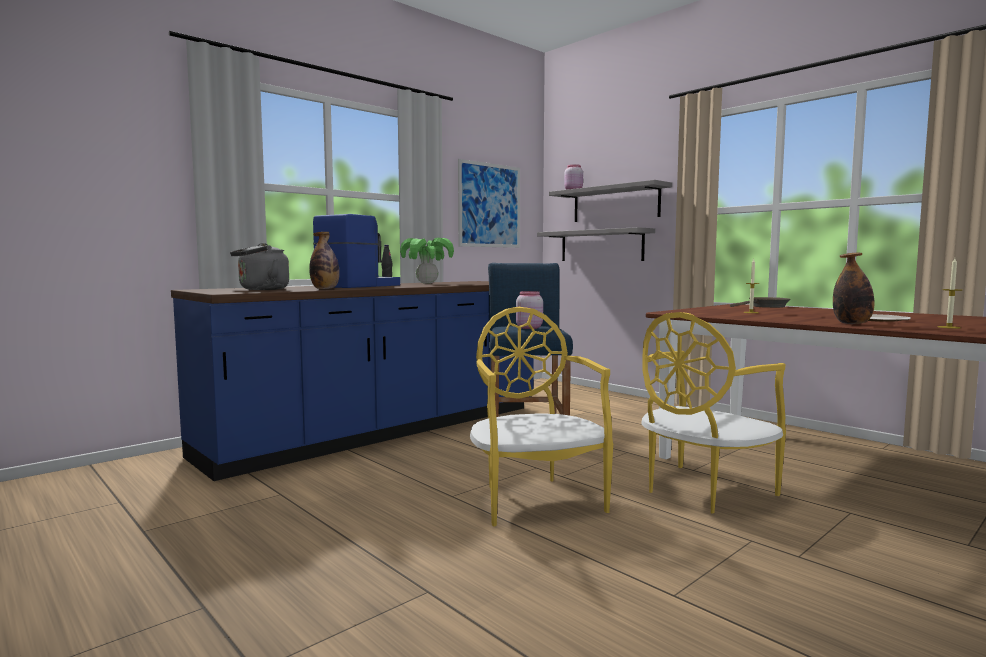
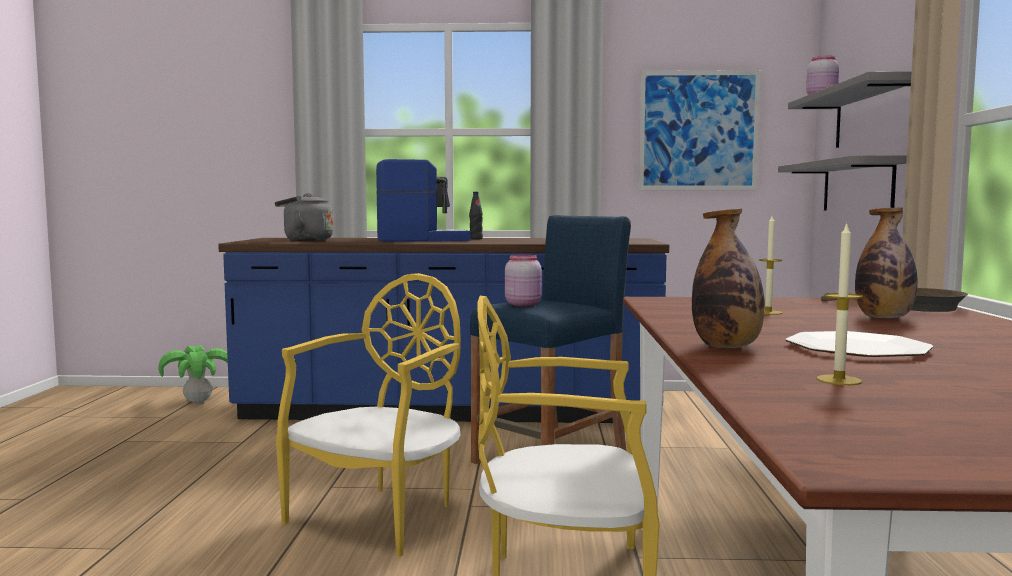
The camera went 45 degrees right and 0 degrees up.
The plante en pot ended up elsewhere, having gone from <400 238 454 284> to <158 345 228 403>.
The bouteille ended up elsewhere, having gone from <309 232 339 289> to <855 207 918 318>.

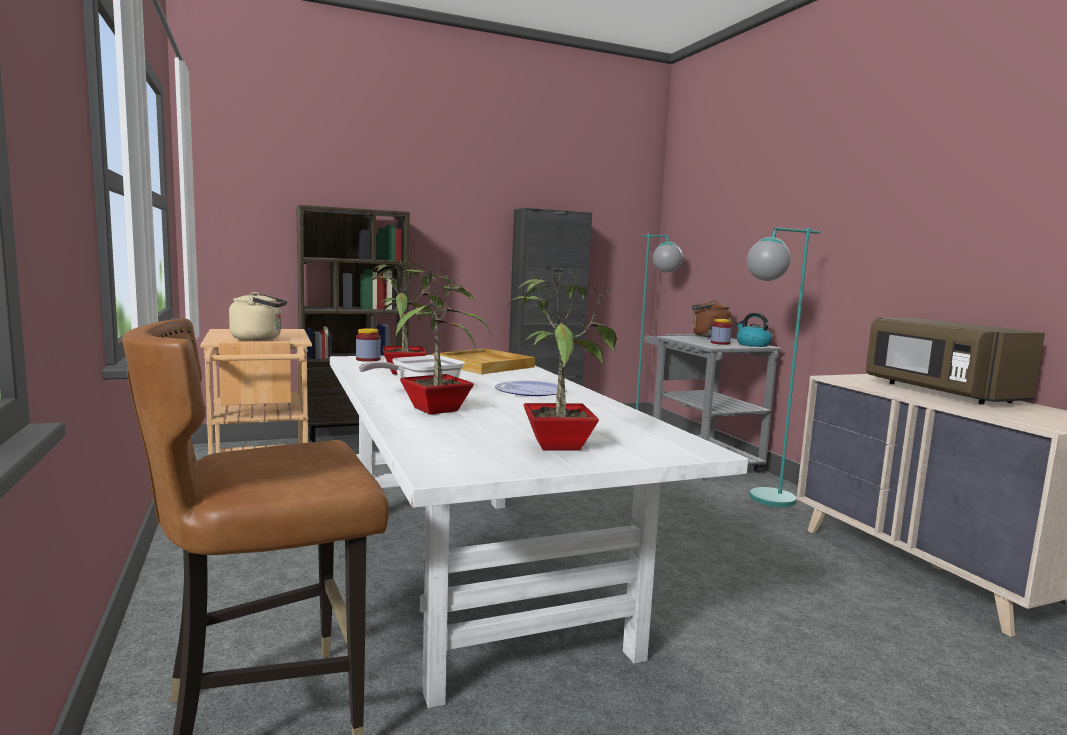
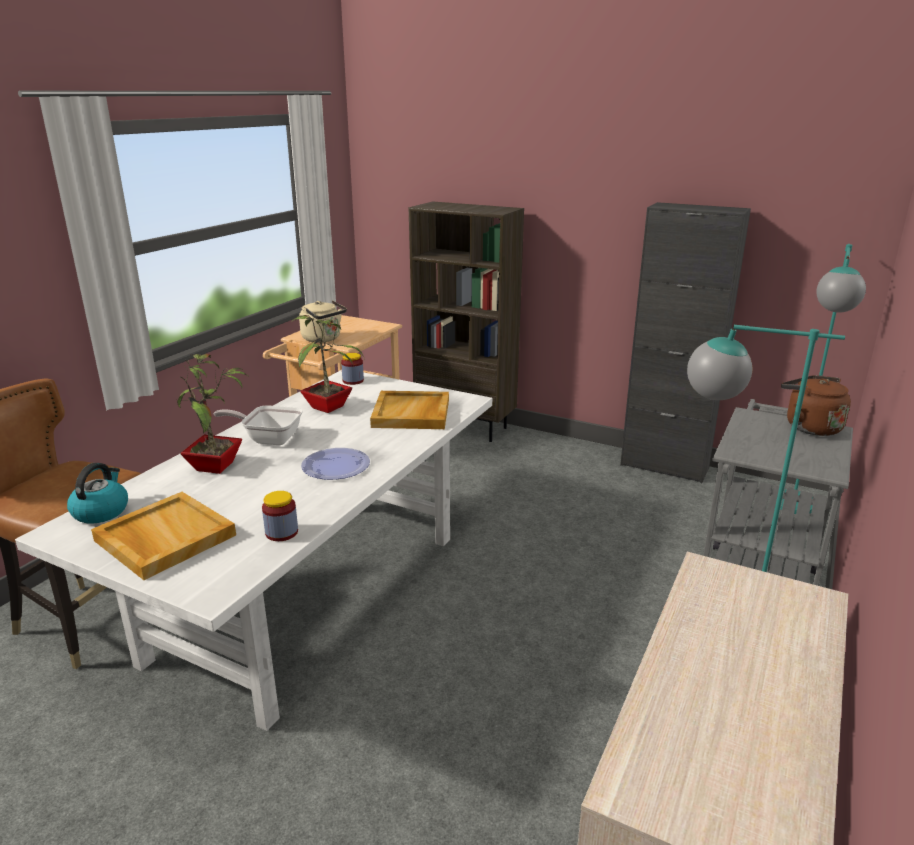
The camera went 50 degrees right and 15 degrees up.
The bouilloire ended up elsewhere, having gone from <736 313 772 347> to <67 463 128 524>.
Where the plante en pot stood at <507 271 617 451>, the plateau/beige came to stand at <91 492 236 580>.
The bocal ended up elsewhere, having gone from <711 319 732 345> to <262 491 298 541>.
The second view lost the micro-ondes/marron at <866 318 1045 405>.

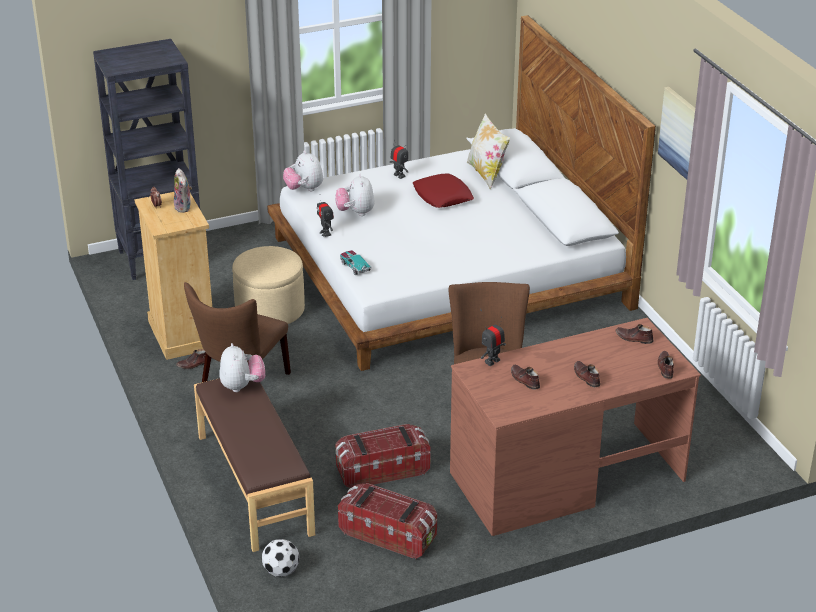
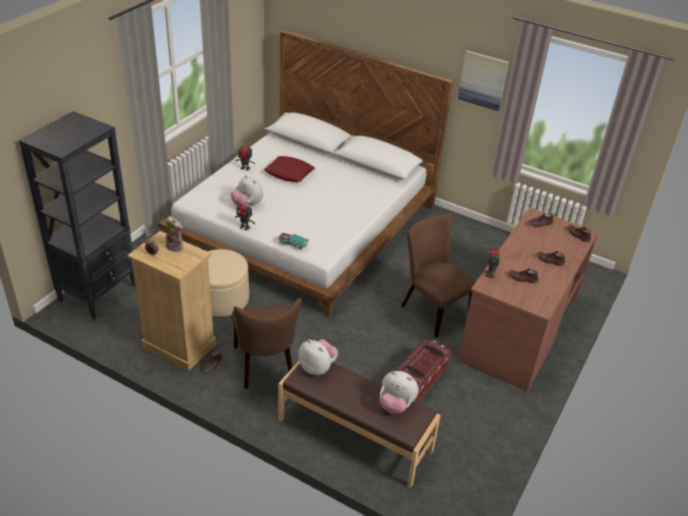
The camera went 40 degrees left and 5 degrees up.
The peluche ended up elsewhere, having gone from <283 151 323 191> to <379 371 418 414>.
The second view lost the ballon de foot at <262 539 299 577>.
The second view lost the boîte de rangement at <338 483 437 559>.
The second view lost the coussin at <467 113 510 189>.

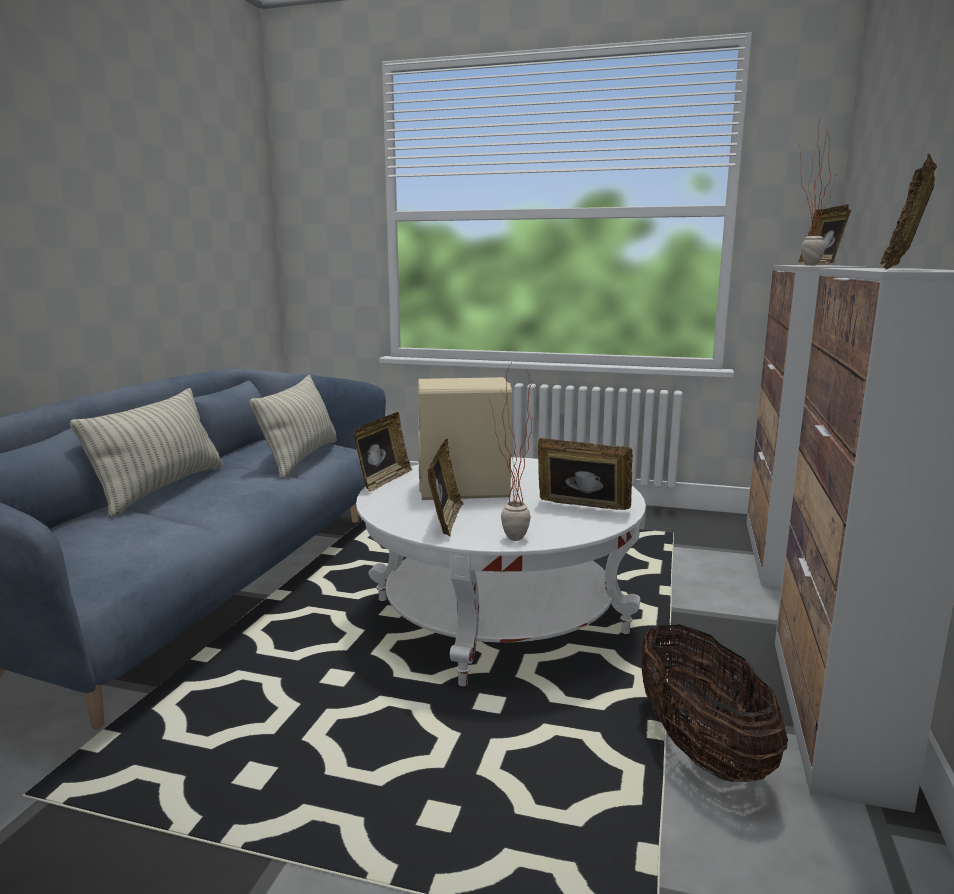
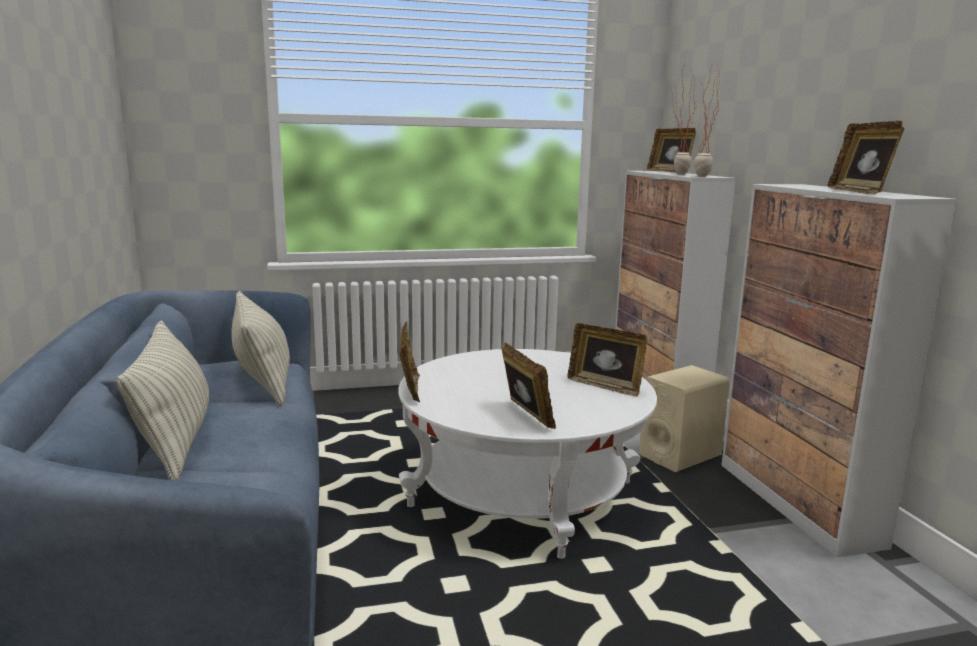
The camera went 30 degrees left and 0 degrees up.
The cadre photo at <538 438 633 510> ended up facing another way, 135 degrees counterclockwise from before.
The enceinte/beige ended up elsewhere, having gone from <418 377 512 500> to <639 365 730 472>.
The plante en pot ended up elsewhere, having gone from <487 360 533 541> to <694 58 719 177>.
The second view lost the panier at <641 624 788 782>.

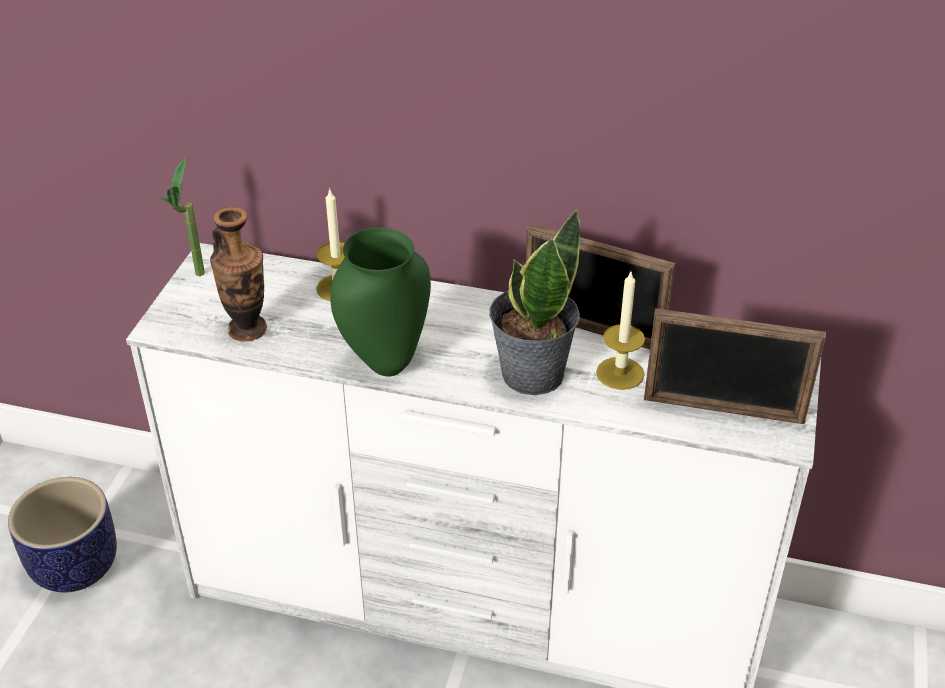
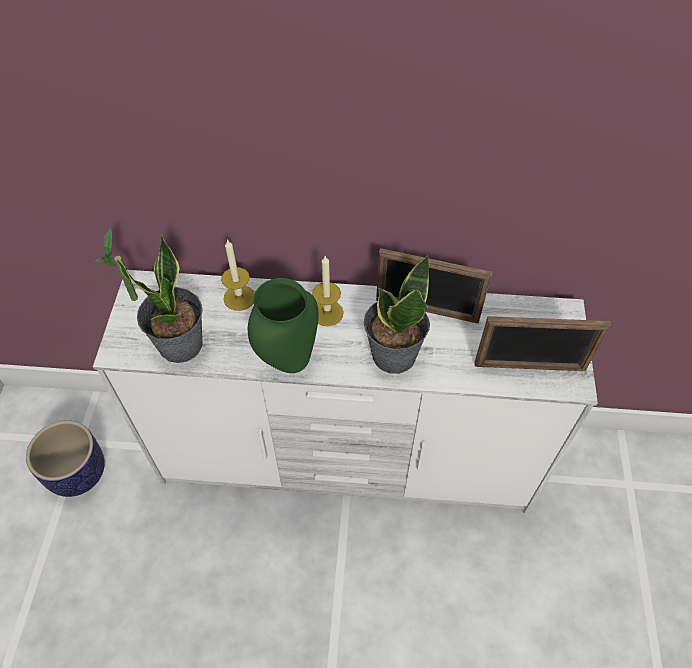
The camera went 10 degrees left and 15 degrees up.
Where the vase stood at <210 207 267 341>, the plante en pot came to stand at <117 234 203 363>.
The bougie ended up elsewhere, having gone from <596 272 645 390> to <312 256 344 326>.

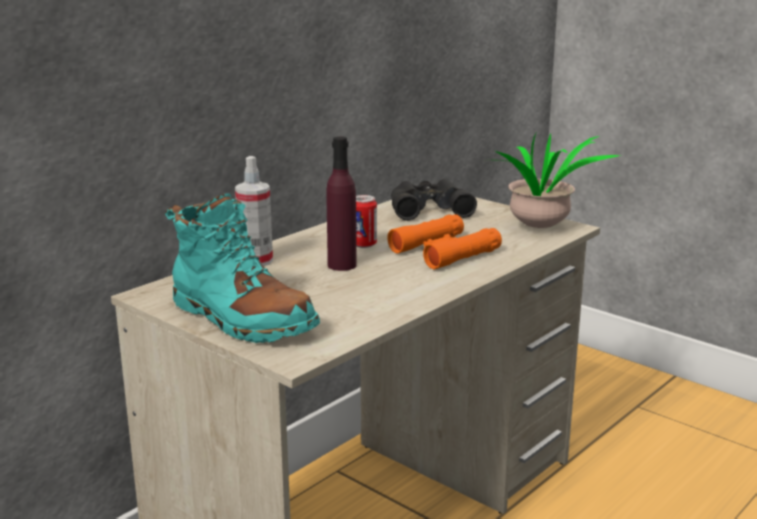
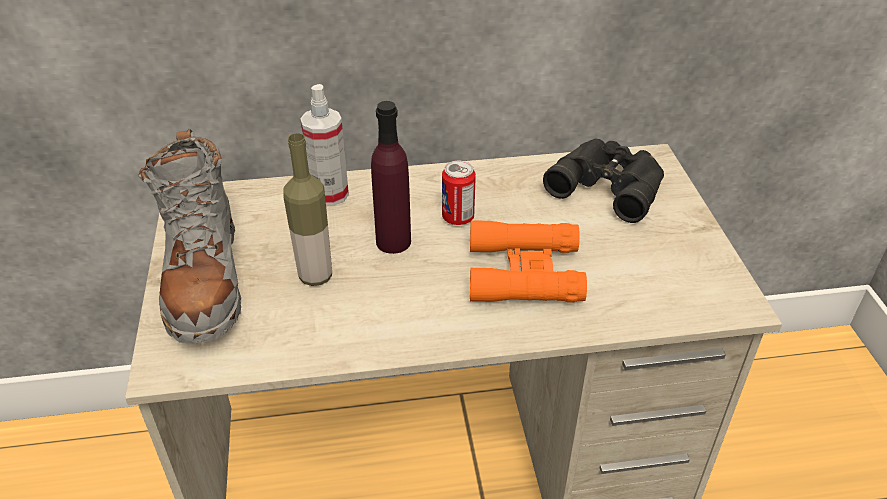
The camera went 40 degrees right and 20 degrees up.
What was the botte/turquoise at <165 193 320 343> turned into the botte/gris at <138 128 241 344>.
The second view gained the bouteille at <283 133 332 286>.
The second view lost the plante en pot at <495 134 620 228>.

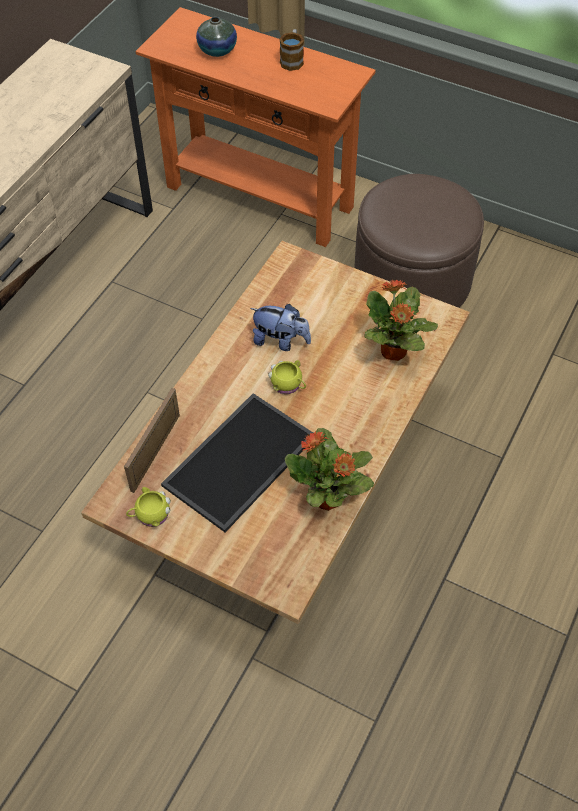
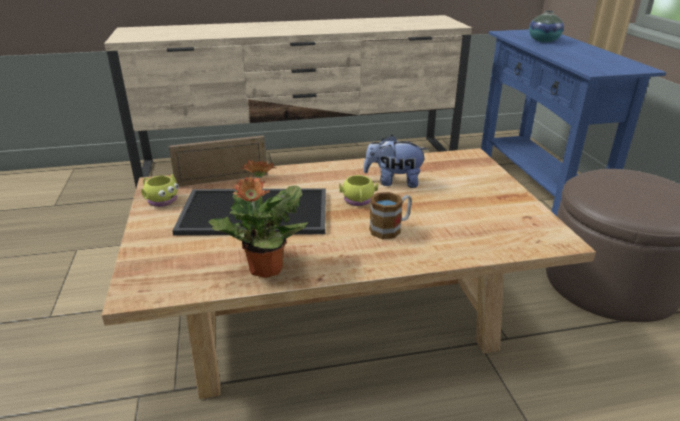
The camera went 50 degrees right and 25 degrees down.
The peluche at <250 304 311 351> ended up facing another way, 120 degrees clockwise from before.
The mug ended up elsewhere, having gone from <279 29 304 71> to <369 192 412 239>.
What was the table console/orange at <135 7 376 247> turned into the table console/bleu at <481 29 666 216>.
The second view lost the plante en pot at <365 280 438 361>.

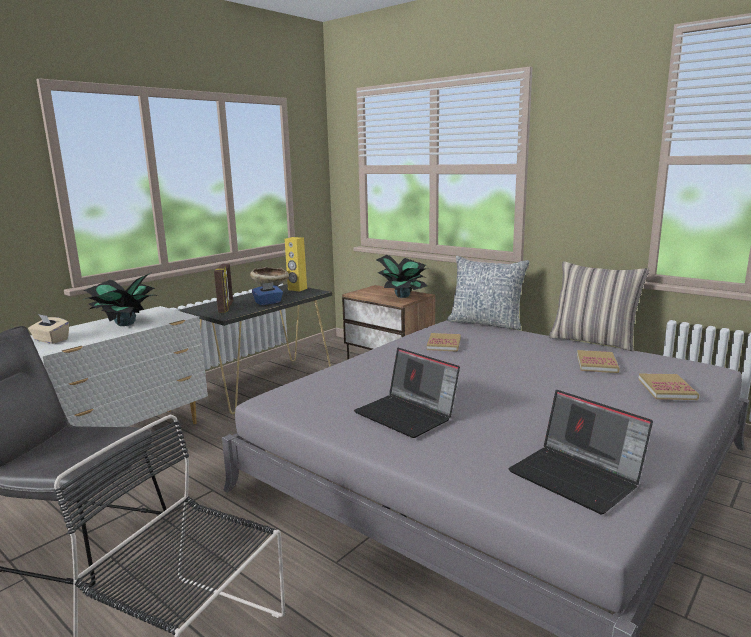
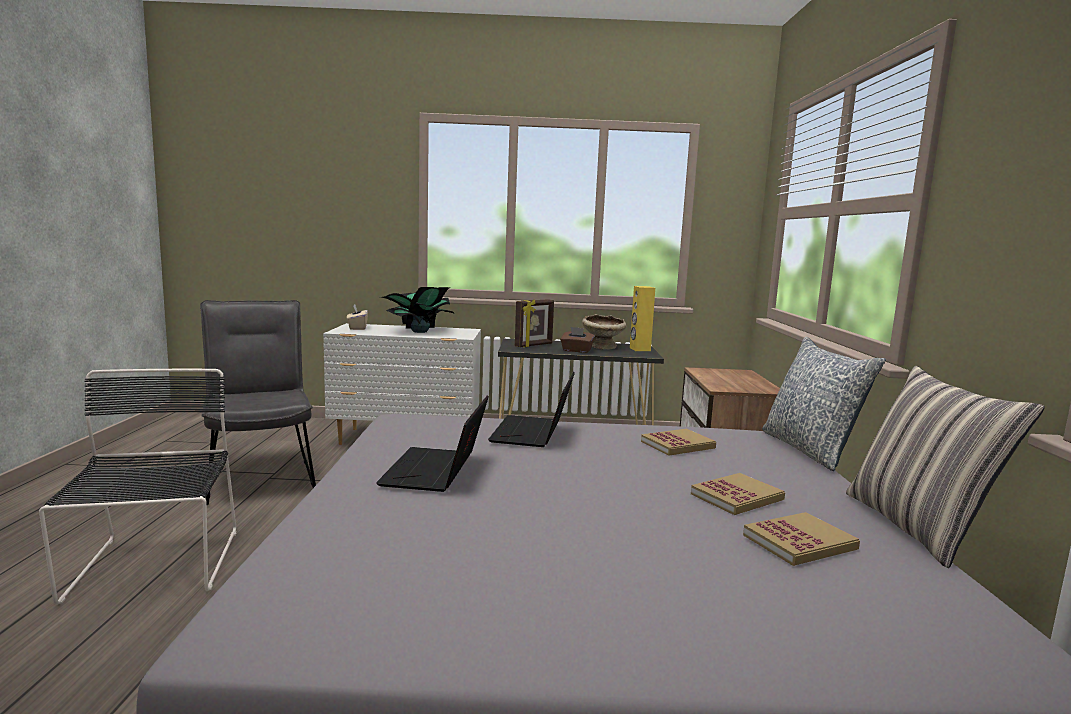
The camera went 50 degrees right and 5 degrees down.
The ordinateur portable ended up elsewhere, having gone from <509 390 653 514> to <488 372 575 447>.
What was the boîte à mouchoirs/bleu at <252 282 283 305> turned into the boîte à mouchoirs/marron at <560 327 595 353>.
The livre ended up elsewhere, having gone from <638 374 699 400> to <691 473 785 515>.
The second view lost the plante en pot at <376 255 427 298>.

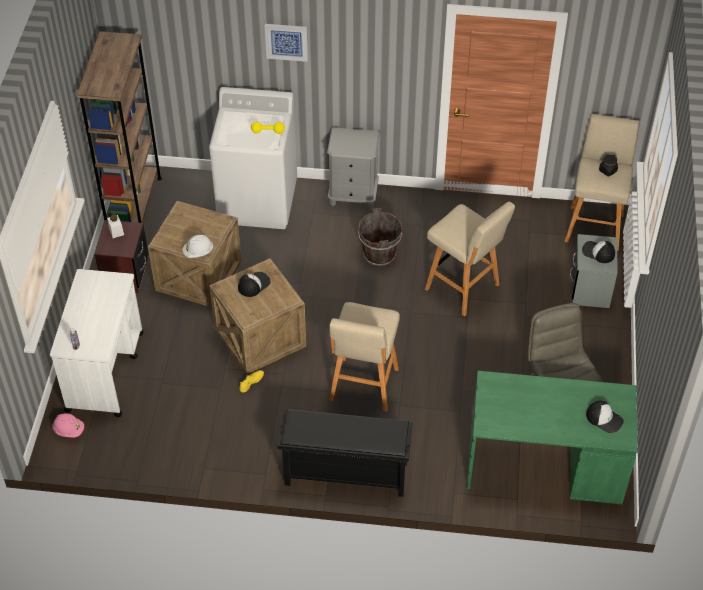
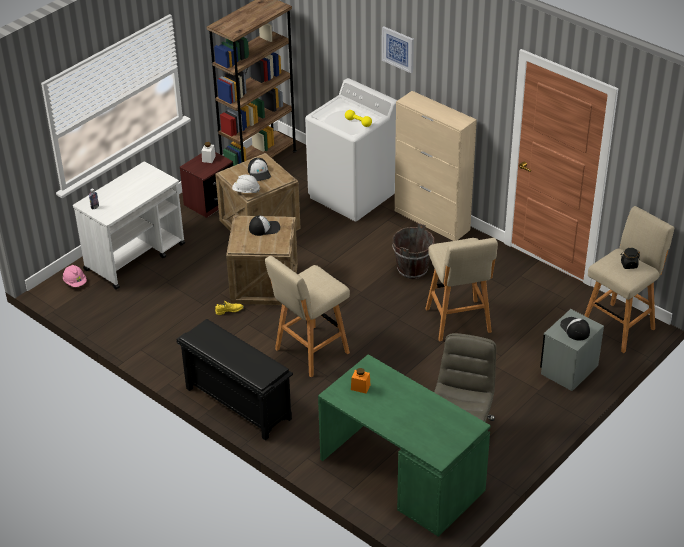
The camera went 35 degrees right and 10 degrees down.
The casquette ended up elsewhere, having gone from <586 401 624 433> to <248 158 271 181>.
The second view gained the bocal/orange at <351 368 371 394>.
Where the table de chevet/gris stood at <327 128 380 210>, the meuble de rangement/beige came to stand at <395 91 477 241>.

